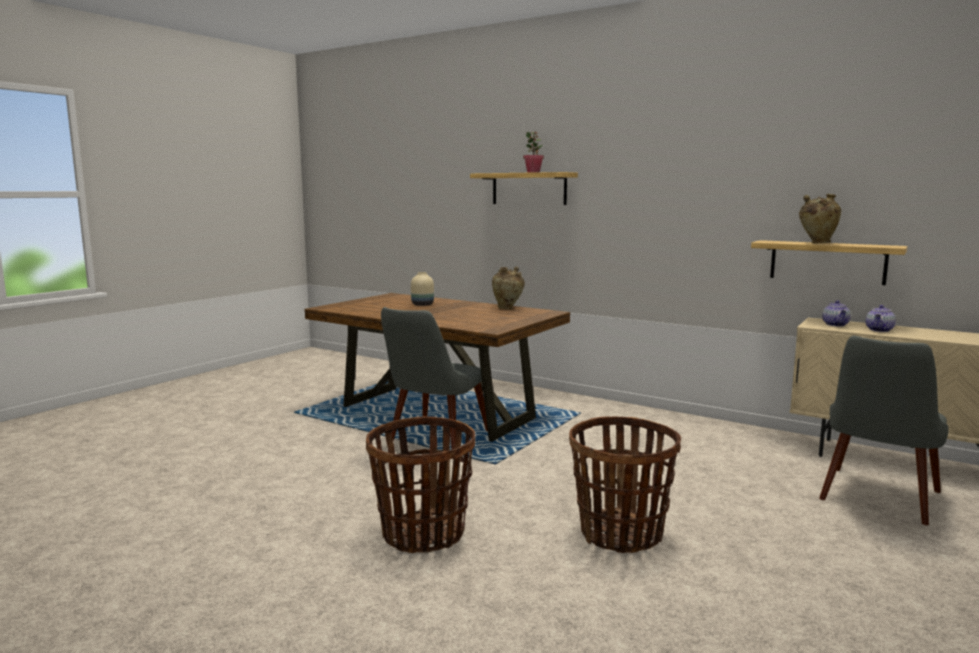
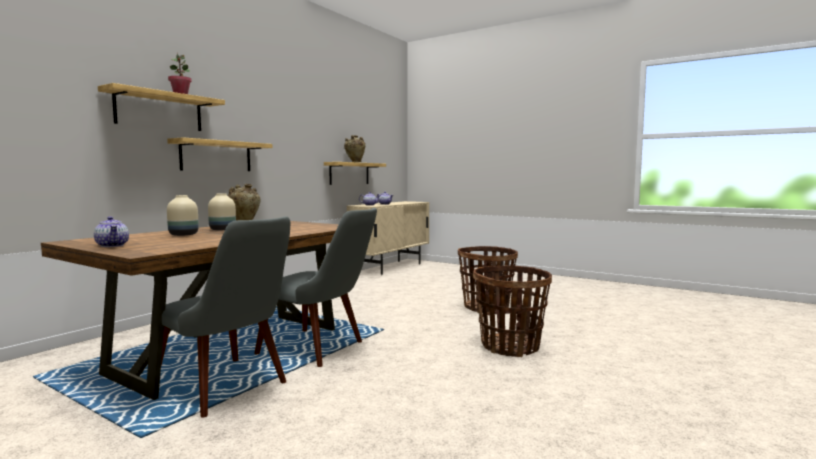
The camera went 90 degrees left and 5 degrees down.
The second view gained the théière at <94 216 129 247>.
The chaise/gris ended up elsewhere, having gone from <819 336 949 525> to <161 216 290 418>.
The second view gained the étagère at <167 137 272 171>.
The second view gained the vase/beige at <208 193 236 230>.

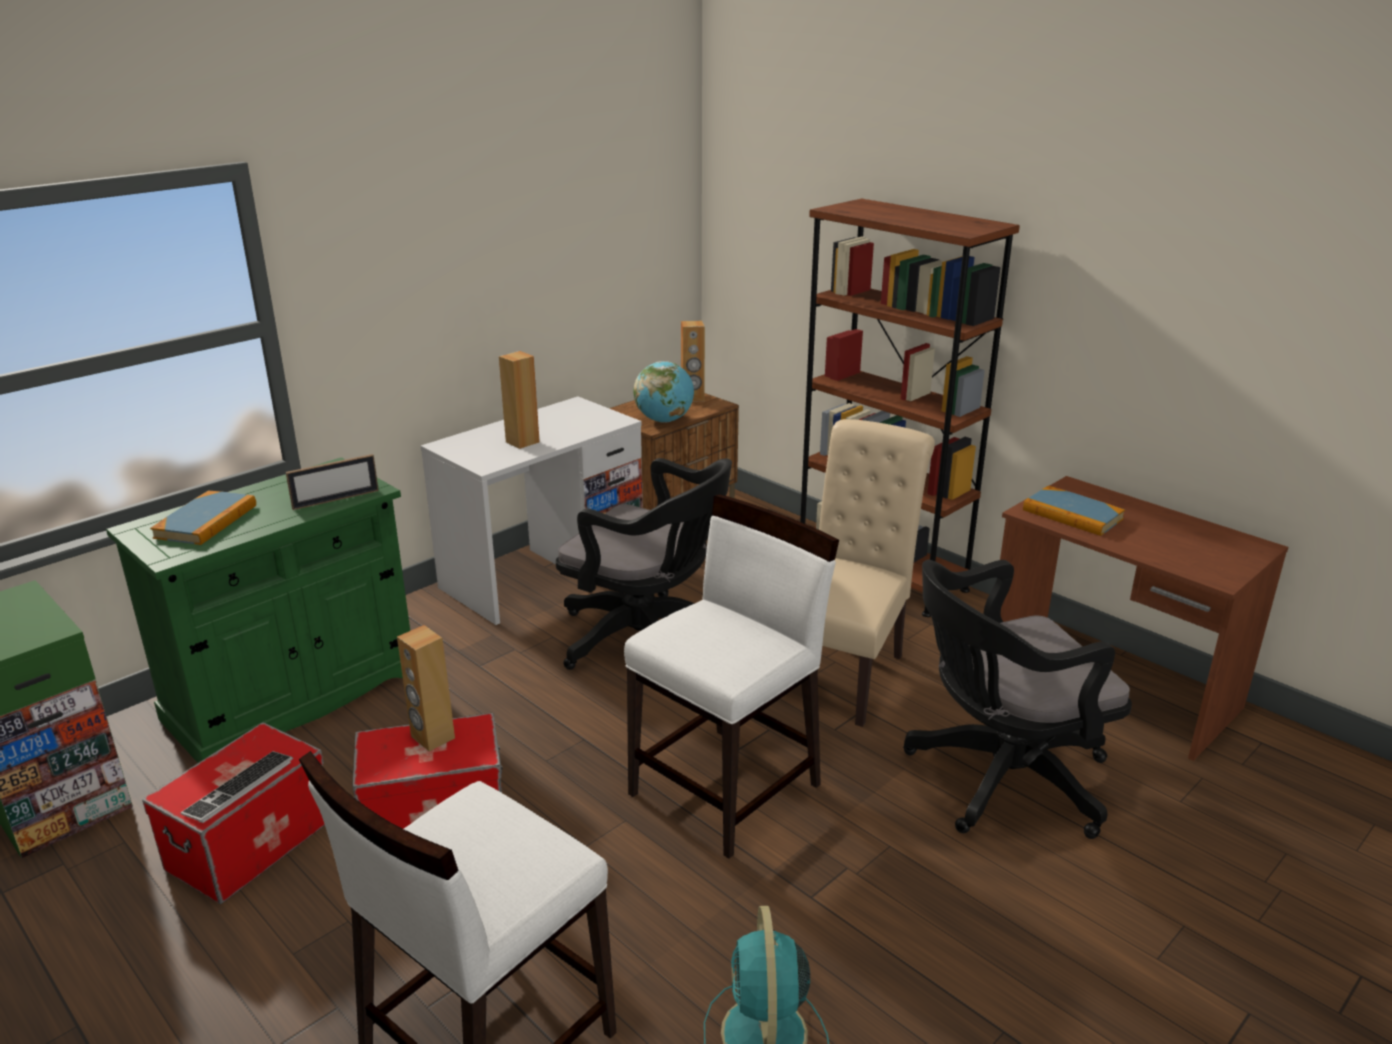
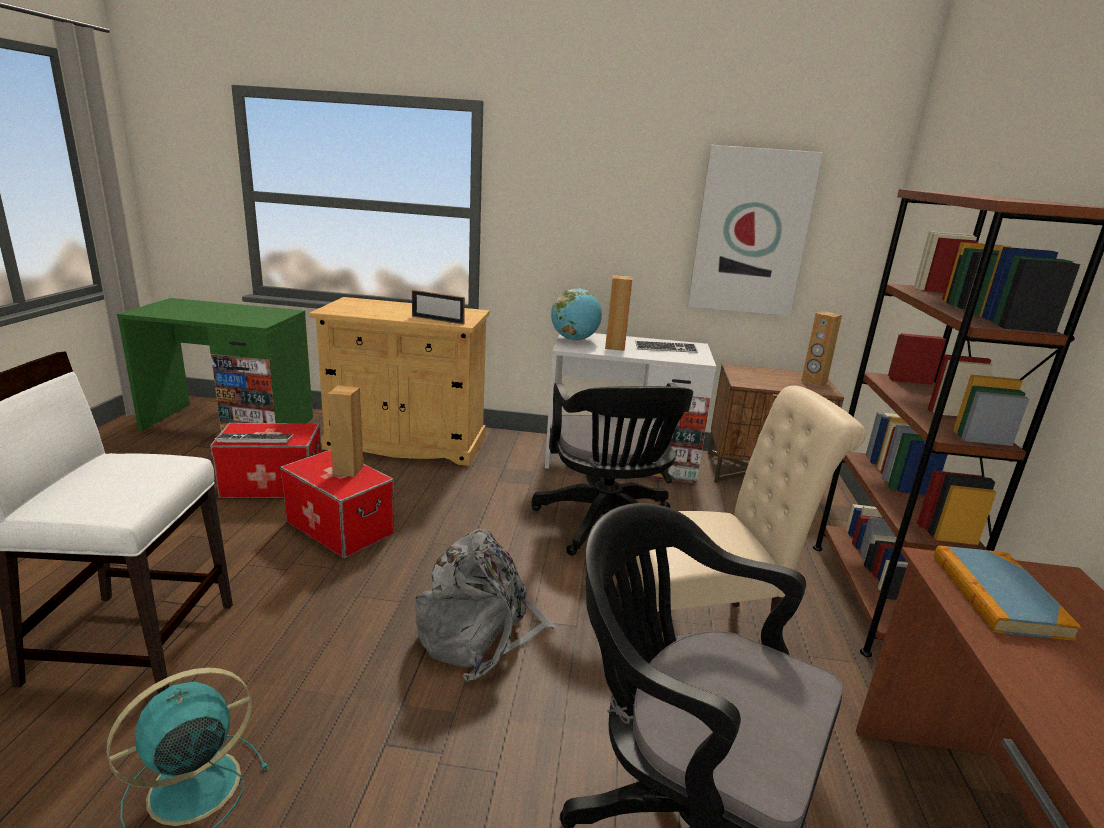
The camera went 50 degrees right and 5 degrees down.
What was the meuble de rangement/vert at <106 457 410 763> turned into the meuble de rangement/beige at <309 297 490 466>.
Where the chaise/blanc stood at <624 494 839 859>, the sac à dos/gris came to stand at <415 529 556 682>.
The globe ended up elsewhere, having gone from <634 361 694 423> to <551 288 602 341>.
The second view gained the clavier at <635 341 698 353>.
The second view gained the tableau at <688 145 823 316>.
The second view lost the livre at <150 491 256 545>.

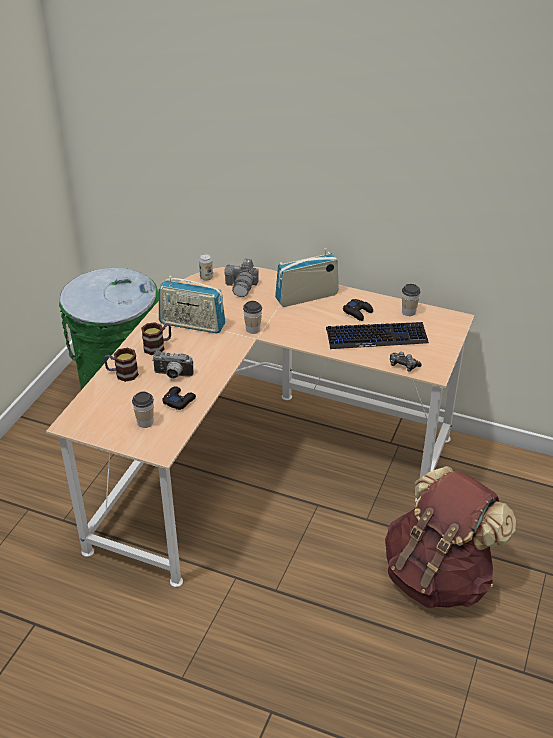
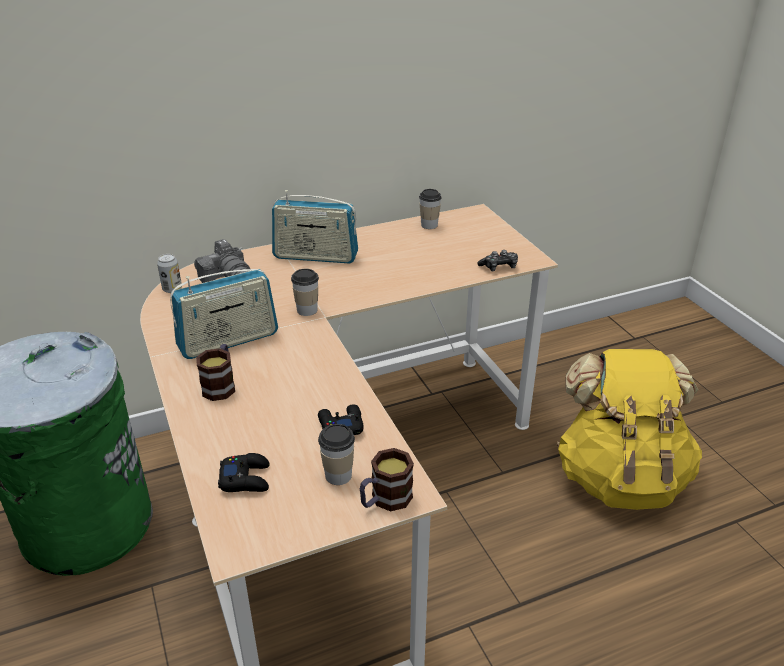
The camera went 45 degrees left and 5 degrees down.
The manette/noir ended up elsewhere, having gone from <343 299 373 321> to <218 453 270 492>.
The radio at <275 248 339 307> ended up facing another way, 105 degrees counterclockwise from before.
The mug ended up elsewhere, having gone from <104 348 139 382> to <360 448 414 511>.
What was the sac à dos/marron at <385 466 516 608> turned into the sac à dos/jaune at <556 349 702 510>.
The second view lost the appareil photo at <152 351 193 379>.
The second view lost the clavier at <326 322 429 349>.

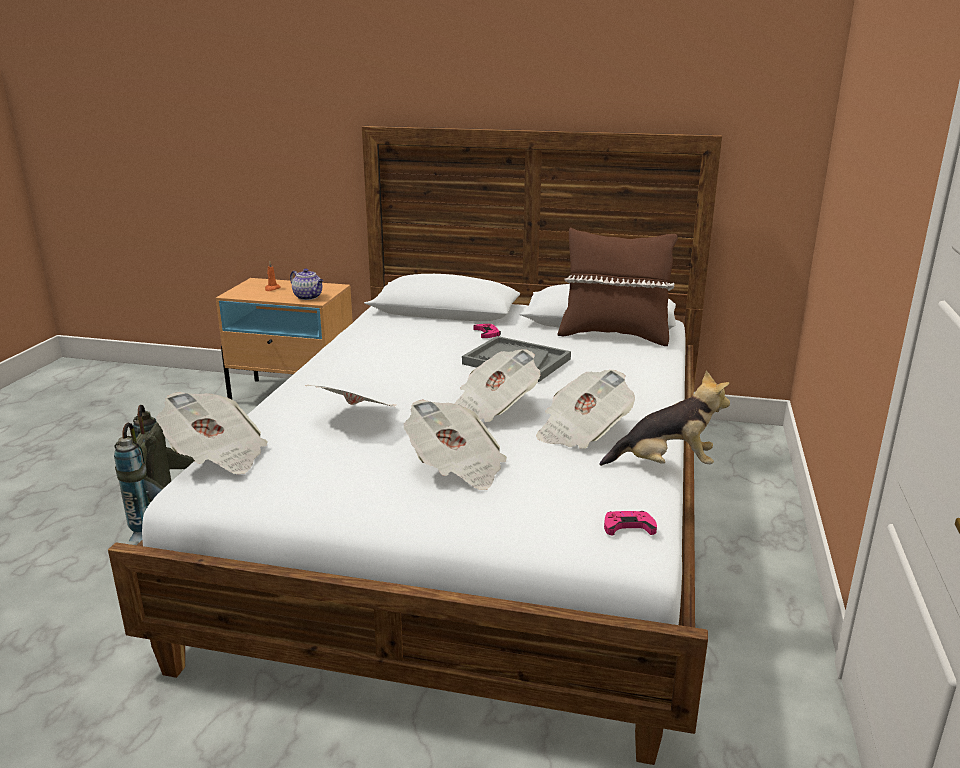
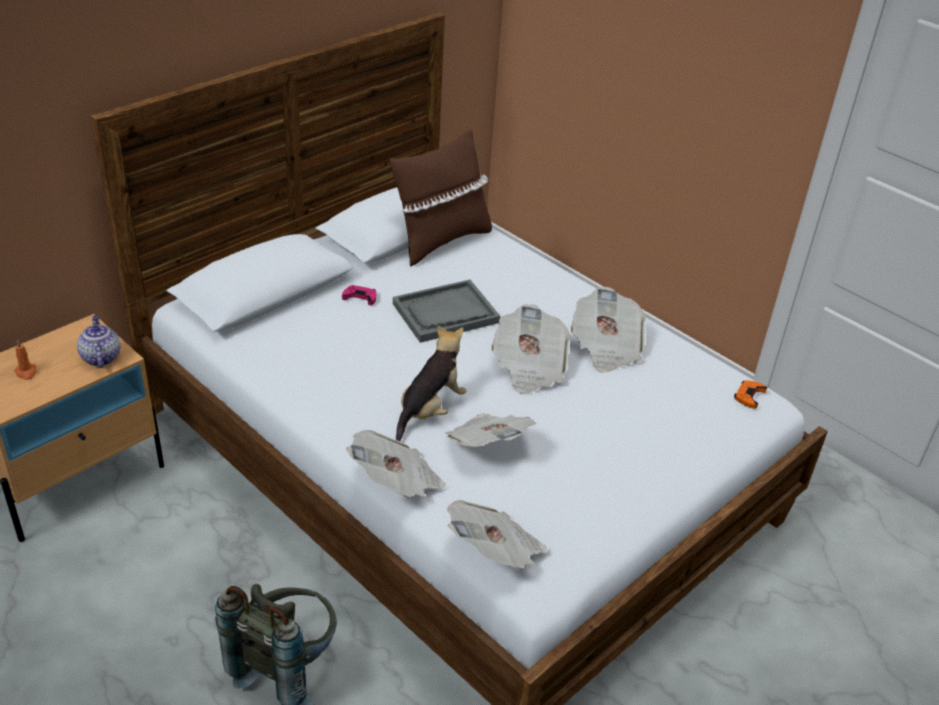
The camera went 60 degrees left and 15 degrees up.
The théière at <290 268 324 300> ended up facing another way, 90 degrees counterclockwise from before.
The journal ended up elsewhere, having gone from <404 400 507 490> to <346 430 446 498>.
The peluche ended up elsewhere, having gone from <599 370 730 466> to <396 325 466 441>.
What was the manette/rose at <604 511 657 535> turned into the manette/orange at <734 380 767 409>.

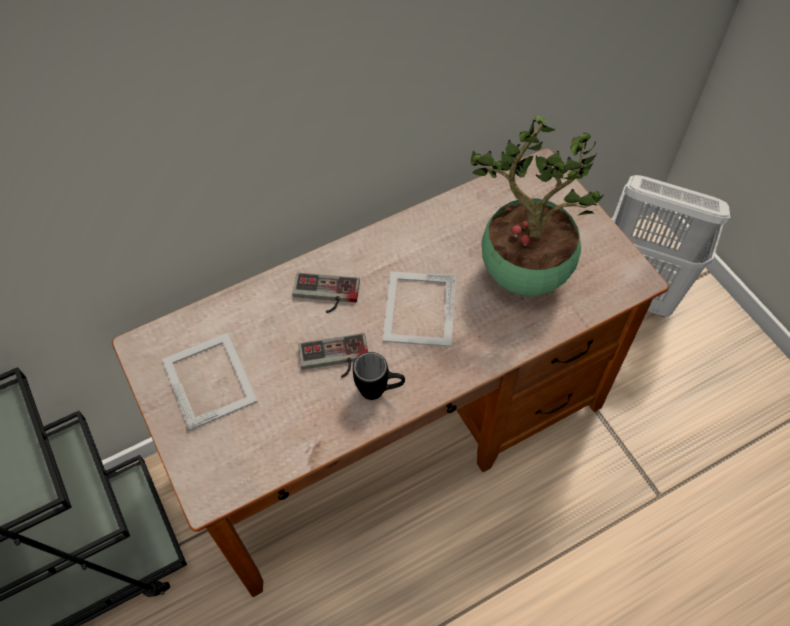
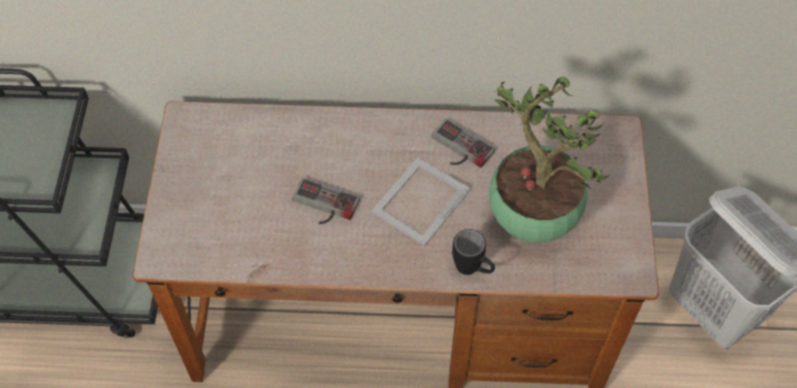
The camera went 30 degrees right and 0 degrees up.
The manette ended up elsewhere, having gone from <293 272 360 313> to <431 119 495 168>.
The mug/noir ended up elsewhere, having gone from <353 352 405 400> to <452 229 495 275>.
The second view lost the cadre photo at <162 333 258 431>.

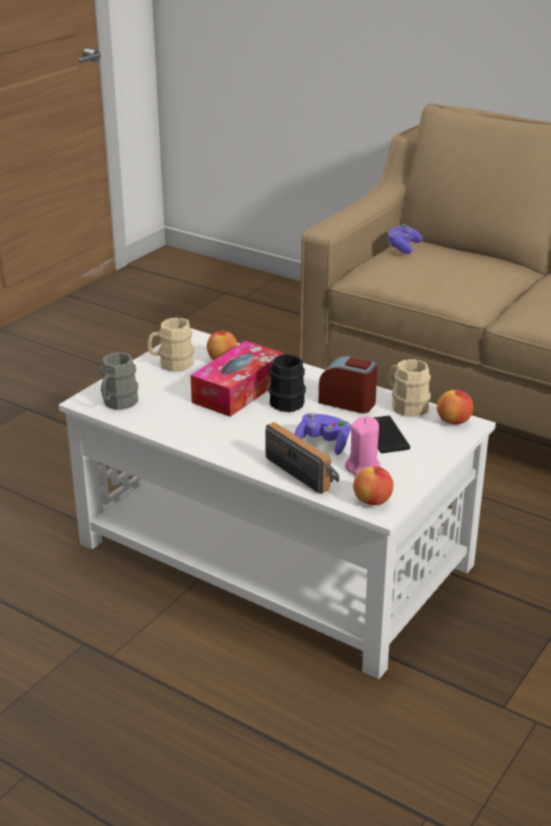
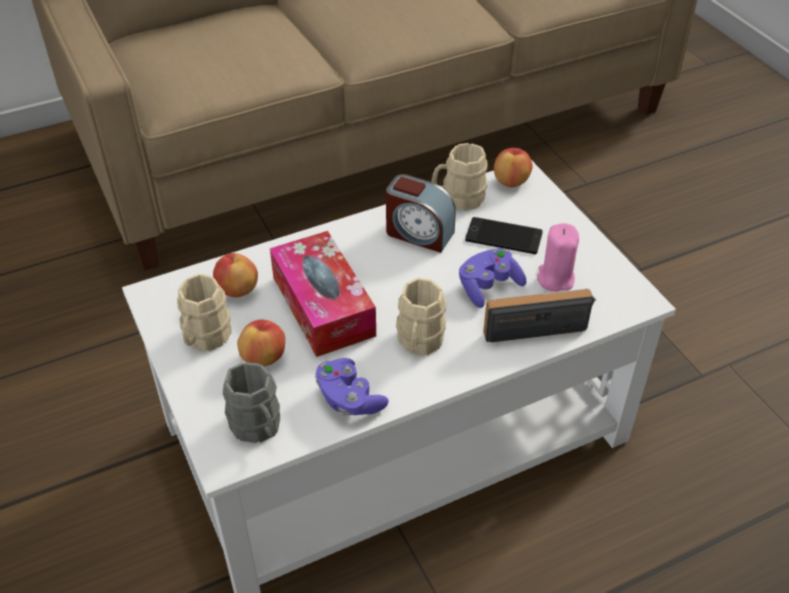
The camera went 60 degrees left and 15 degrees up.
The pomme ended up elsewhere, having gone from <353 466 393 505> to <237 320 285 367>.
The manette/violet ended up elsewhere, having gone from <387 224 423 254> to <315 358 389 416>.
The réveil at <318 355 378 413> ended up facing another way, 120 degrees counterclockwise from before.
The second view gained the mug/beige at <396 278 446 356>.
The second view lost the mug/noir at <269 354 306 412>.

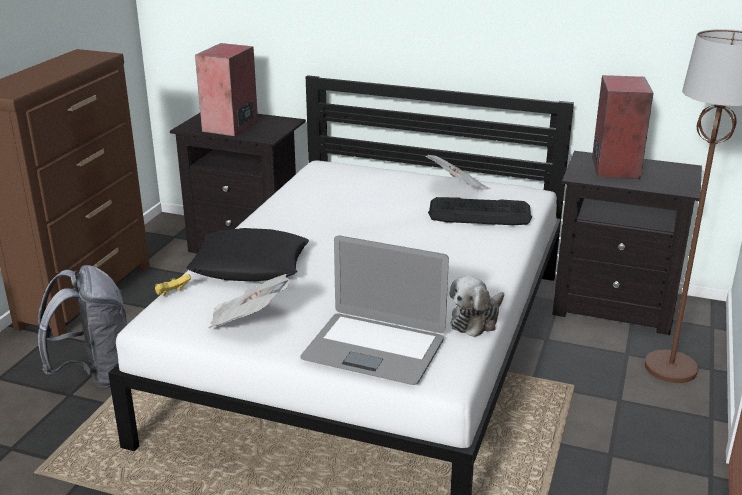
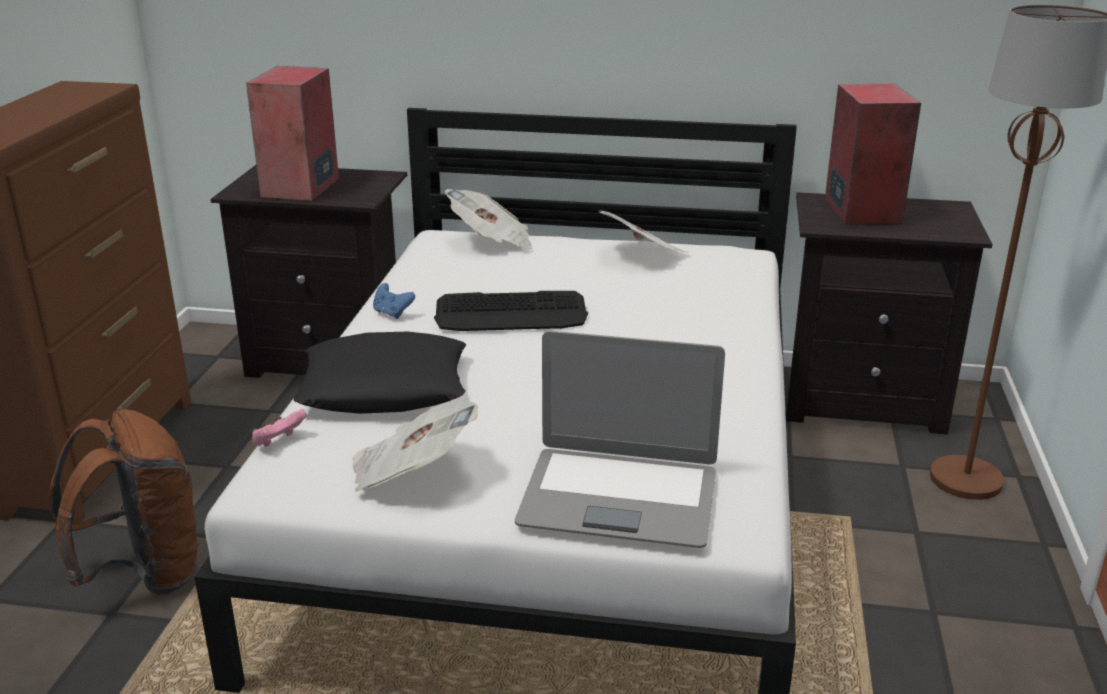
The camera went 10 degrees left and 0 degrees up.
What was the sac à dos/gris at <38 265 127 387> turned into the sac à dos/marron at <49 409 201 596>.
What was the manette/jaune at <155 274 191 296> turned into the manette/rose at <252 409 307 447>.
The second view gained the manette/bleu at <373 283 415 319>.
The clavier ended up elsewhere, having gone from <428 197 532 226> to <434 291 588 331>.
The second view gained the journal at <445 189 533 249>.
The second view lost the peluche at <450 276 504 337>.

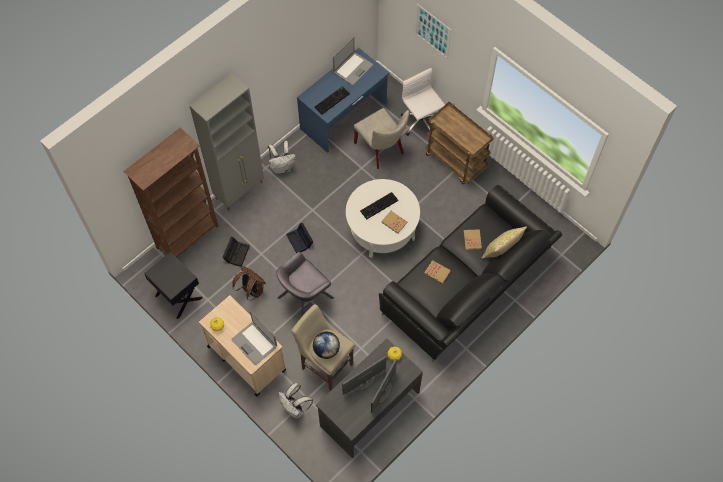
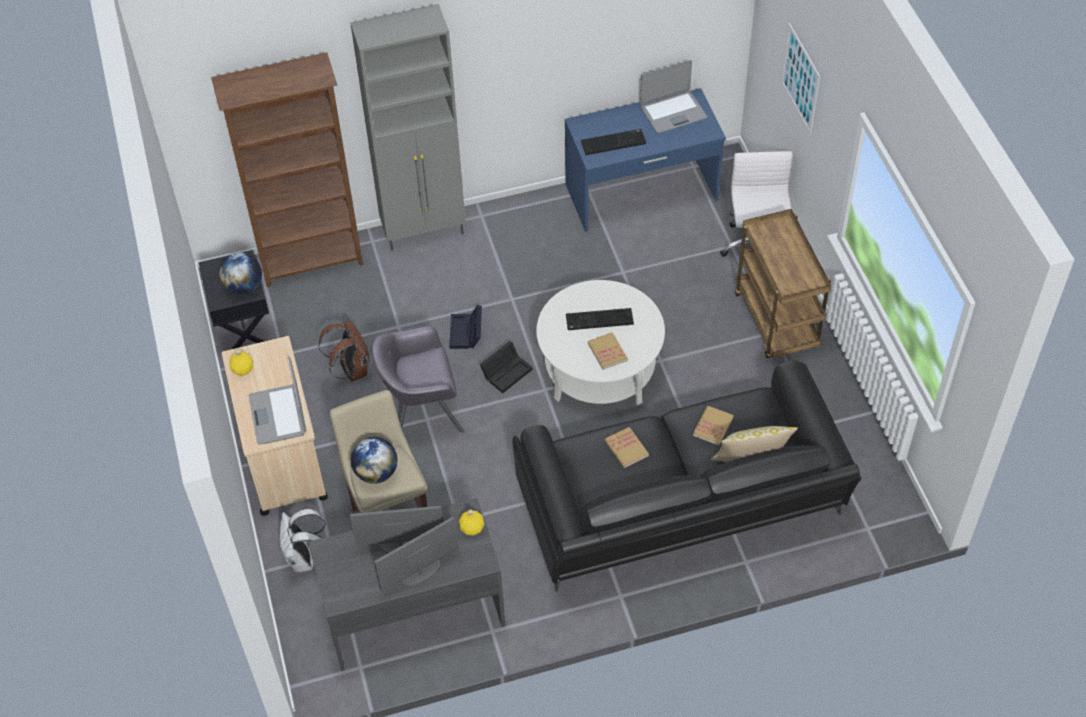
The camera went 30 degrees right and 10 degrees down.
The second view gained the globe at <219 252 262 295>.
The boîte de rangement/noir ended up elsewhere, having gone from <222 237 250 267> to <480 341 532 393>.
The second view lost the sac à dos/blanc at <268 141 296 174>.
The second view lost the chaise/beige at <354 108 409 169>.

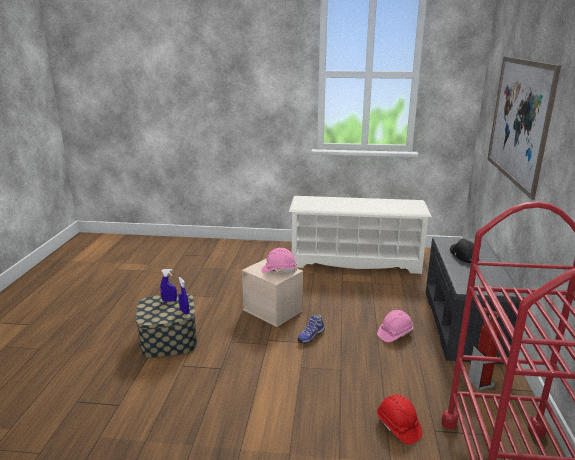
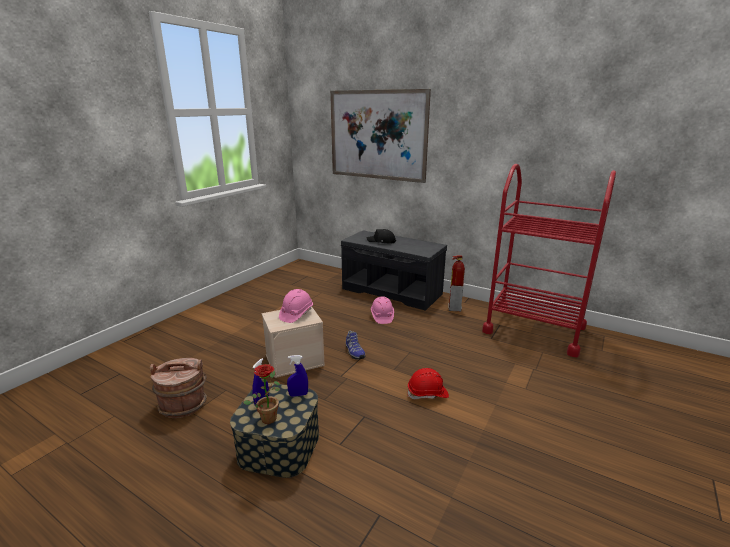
The camera went 65 degrees left and 0 degrees up.
The second view gained the seau/marron at <150 358 207 418>.
The second view gained the plante en pot at <243 364 280 424>.
The casque de chantier/rouge ended up elsewhere, having gone from <377 395 422 444> to <407 368 449 399>.
The second view lost the étagère à chaussures/blanc at <289 196 432 274>.

